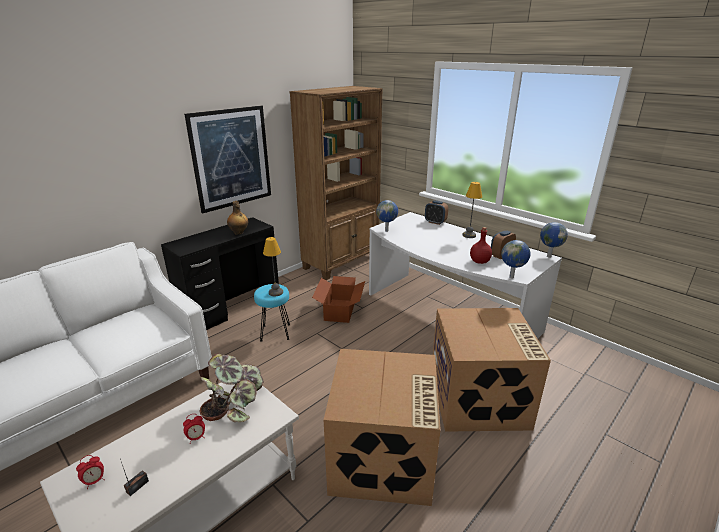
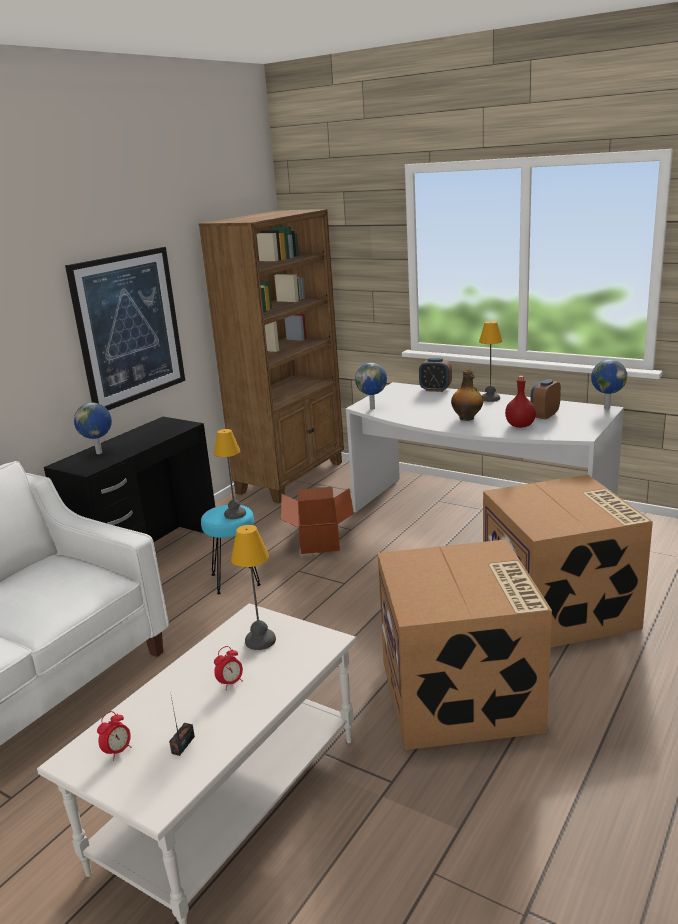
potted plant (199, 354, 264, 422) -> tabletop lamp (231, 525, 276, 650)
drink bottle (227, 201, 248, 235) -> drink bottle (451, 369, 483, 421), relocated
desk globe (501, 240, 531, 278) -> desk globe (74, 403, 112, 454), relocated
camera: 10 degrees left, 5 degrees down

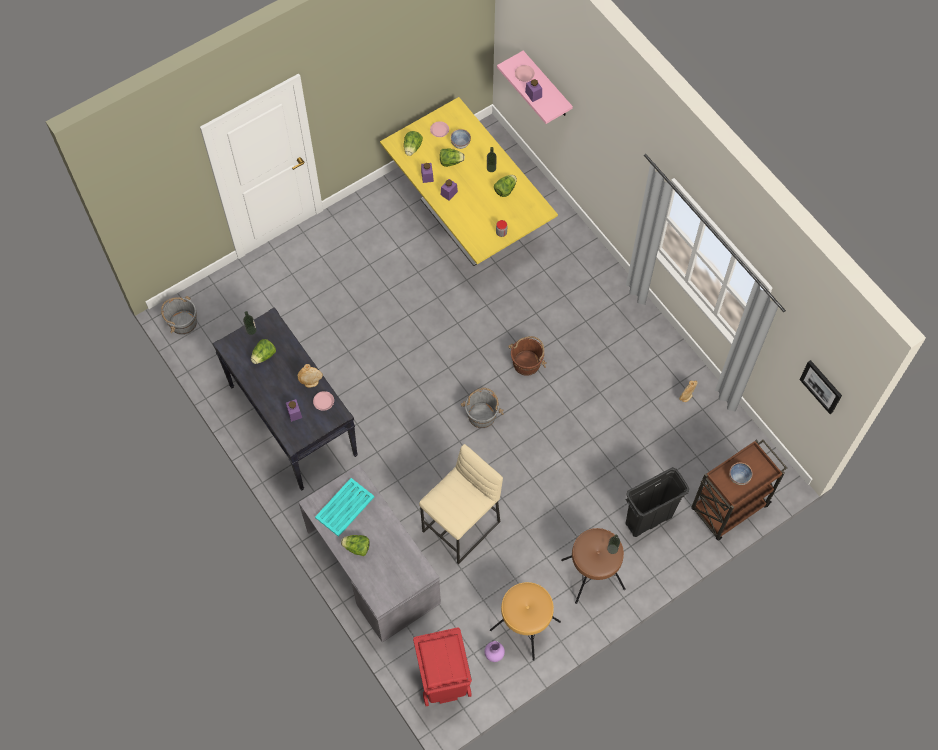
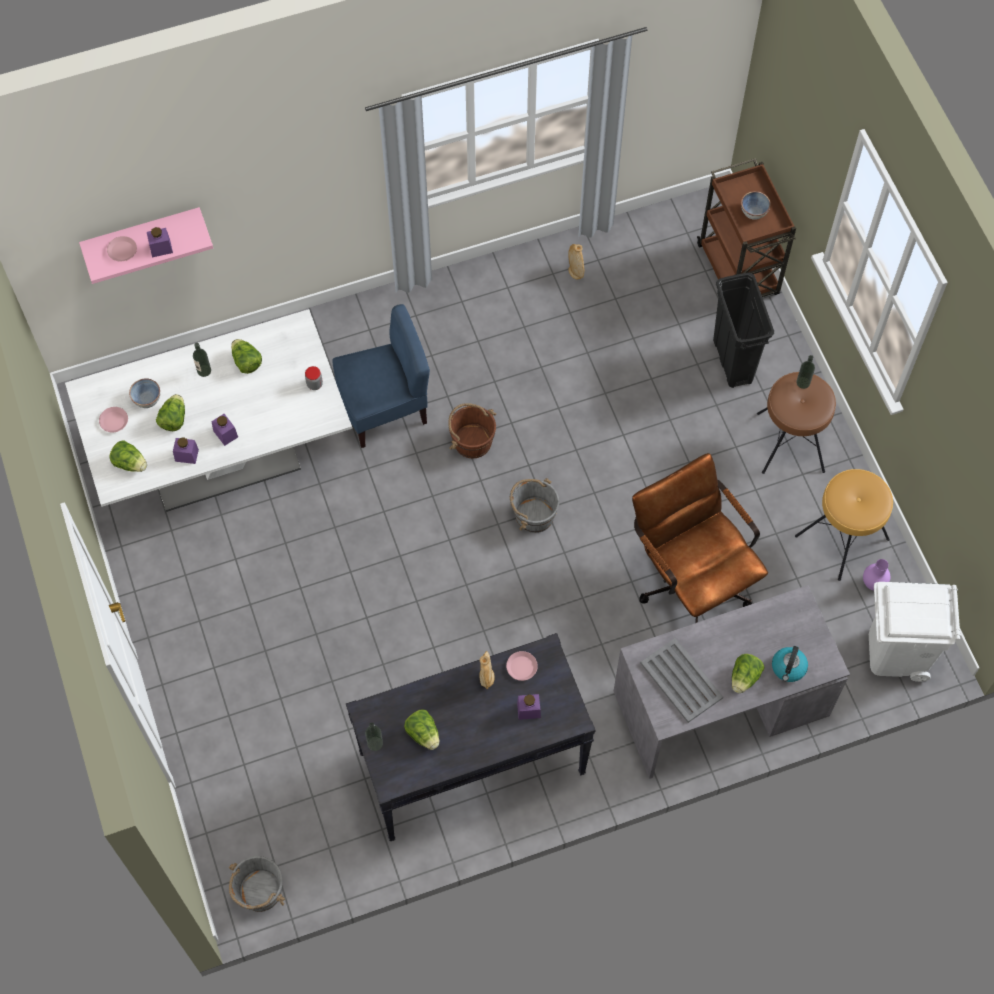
carrying tray (turquoise-coloured) (315, 478, 374, 537) -> carrying tray (greyish) (640, 638, 723, 723)
dining table (yellowish) (380, 97, 558, 266) -> dining table (white) (65, 309, 352, 512)
rubbish bin (red) (413, 627, 472, 706) -> rubbish bin (white) (869, 582, 961, 682)
sitting stool (sand-coloured) (419, 444, 503, 564) -> desk chair (brown-coloured) (632, 453, 768, 623)
wall art (799, 360, 842, 414) -> none
none -> upright chair (blue-coloured) (332, 304, 430, 448)
none -> tea kettle (772, 646, 808, 682)
camera: 75 degrees left, 0 degrees up

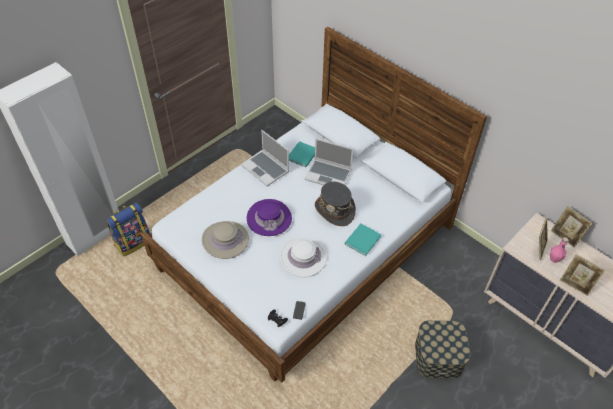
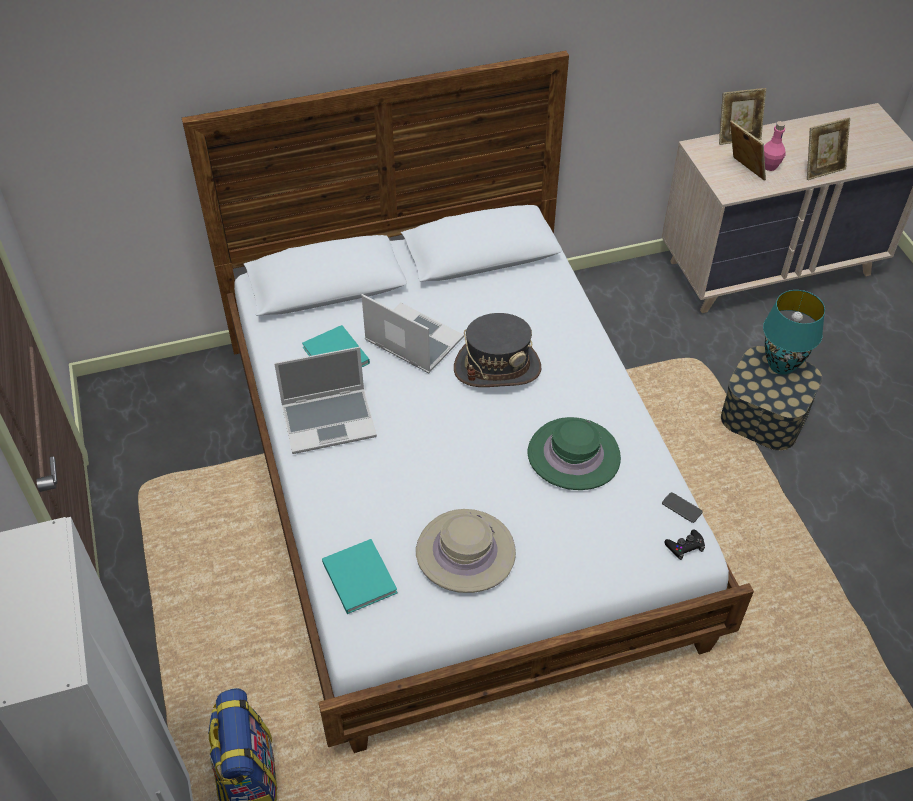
hat (purple-coloured) (247, 199, 292, 236) -> none
hat (white) (279, 238, 327, 277) -> hat (green-coloured) (527, 417, 621, 490)
laptop (305, 138, 353, 185) -> laptop (362, 294, 464, 373), 105 degrees counterclockwise
bound book (turquoise-coloured) (345, 223, 381, 256) -> bound book (turquoise-coloured) (322, 539, 397, 614), relocated
none -> tabletop lamp (turquoise-coloured) (763, 290, 825, 375)
camera: 60 degrees left, 0 degrees up

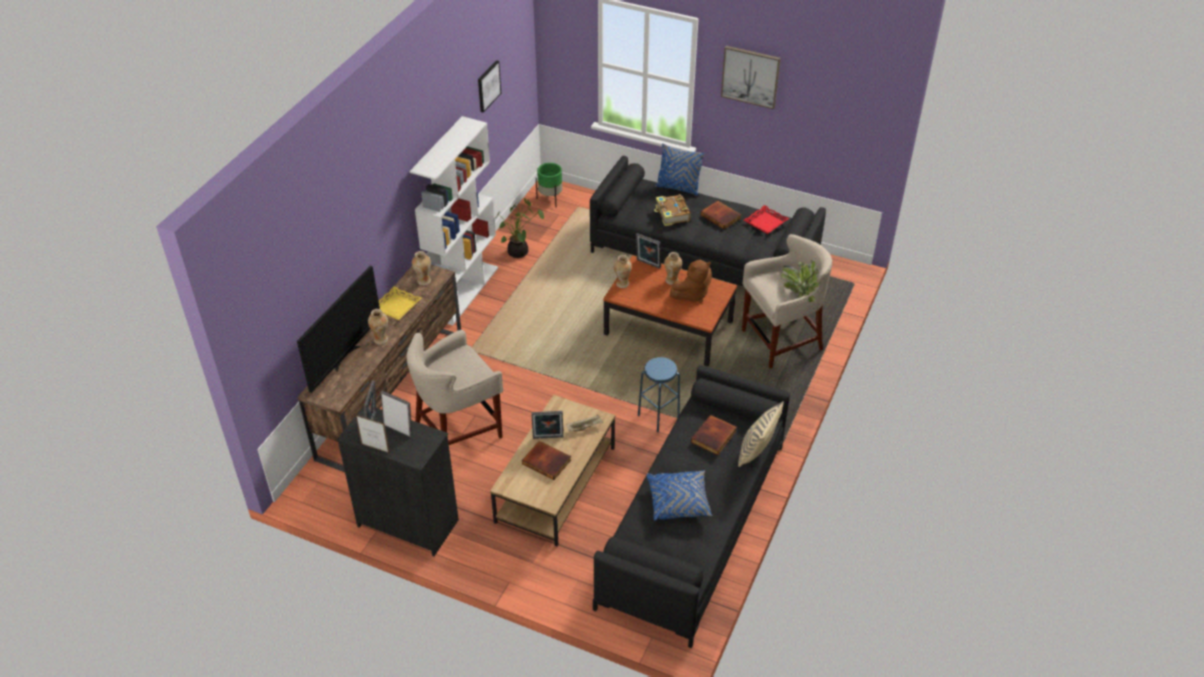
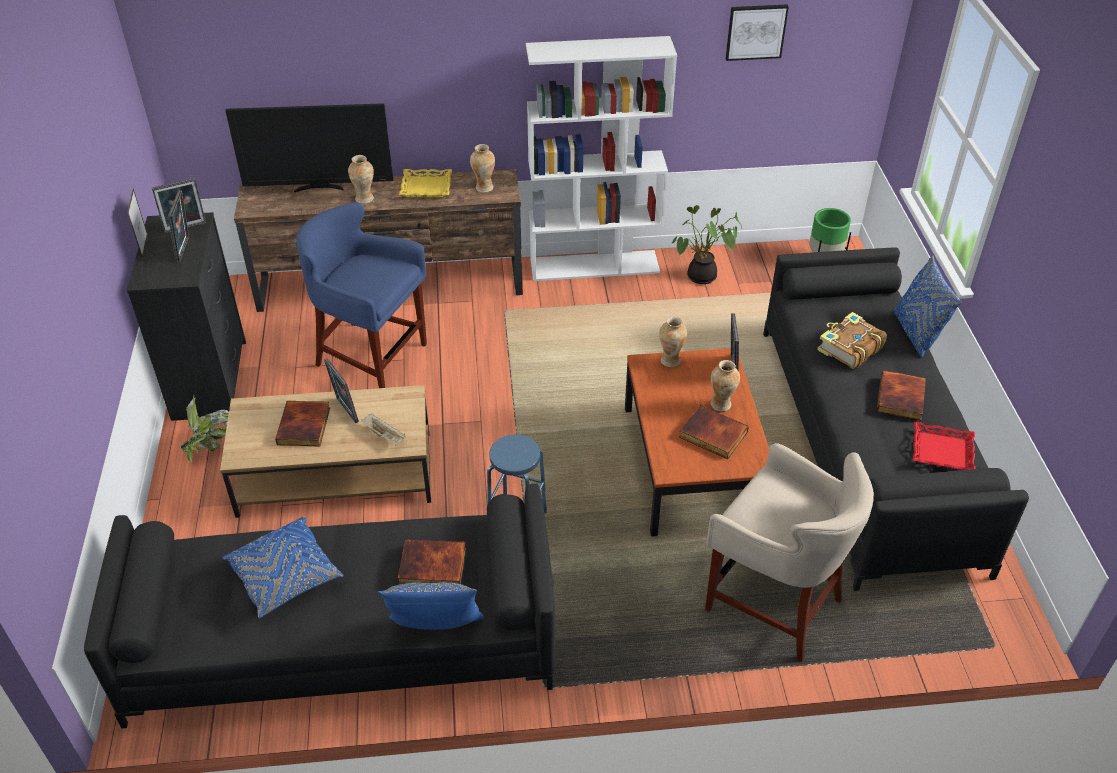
sitting stool (sand-coloured) (406, 330, 503, 445) -> sitting stool (blue-coloured) (296, 202, 427, 388)
cuddly toy (brown-coloured) (670, 259, 712, 303) -> bound book (679, 405, 749, 459)
wall art (721, 46, 781, 109) -> none
cushion (sand-coloured) (738, 401, 784, 467) -> cushion (blue-coloured) (378, 582, 484, 630)
potted plant (781, 260, 819, 302) -> potted plant (181, 395, 229, 464), relocated
camera: 60 degrees right, 0 degrees up

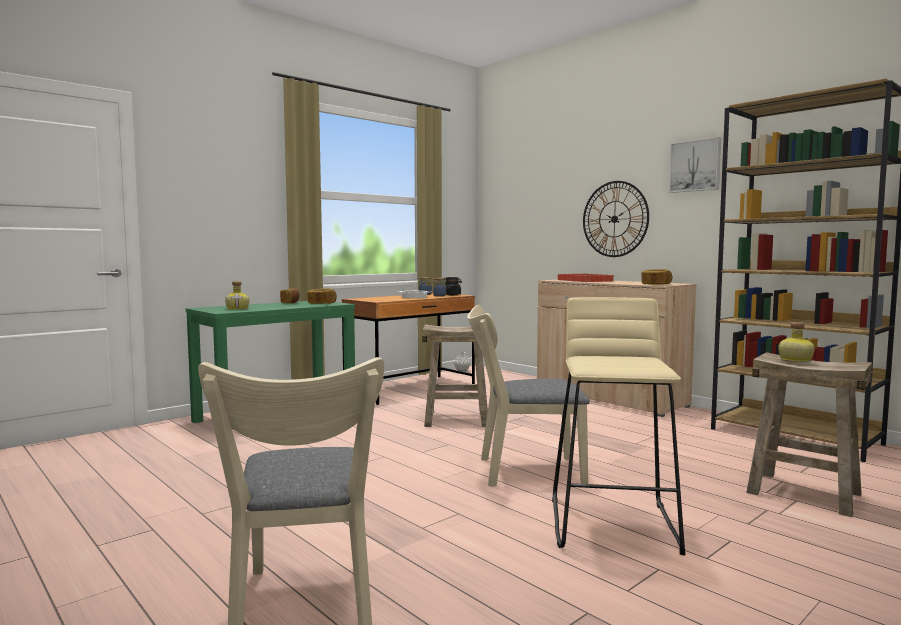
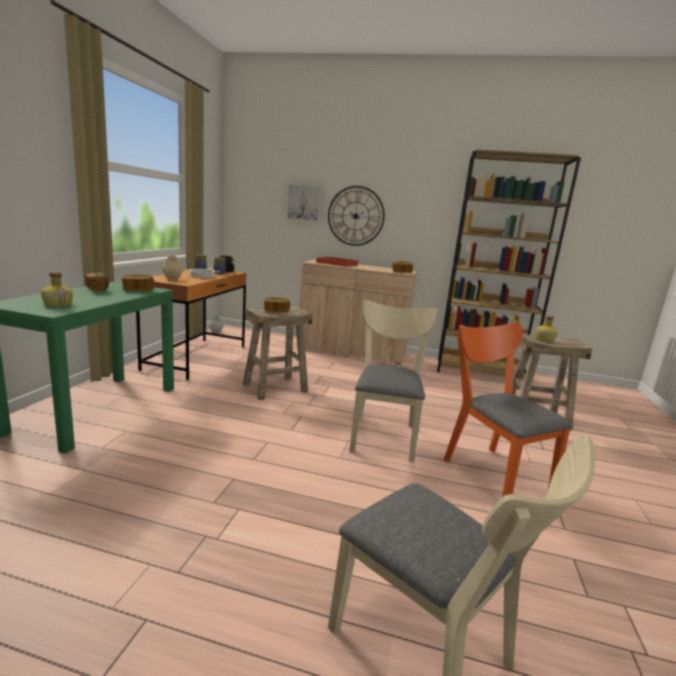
upright chair (sand-coloured) (467, 305, 590, 487) -> upright chair (sand-coloured) (349, 300, 438, 462), 135 degrees clockwise
sitting stool (sand-coloured) (552, 297, 685, 556) -> upright chair (orangey) (444, 323, 573, 497)
wall art (669, 137, 721, 193) -> wall art (286, 185, 321, 222), relocated
none -> vase (sand-coloured) (162, 256, 183, 280)
none -> bakery bread (264, 297, 290, 313)
camera: 35 degrees left, 10 degrees up

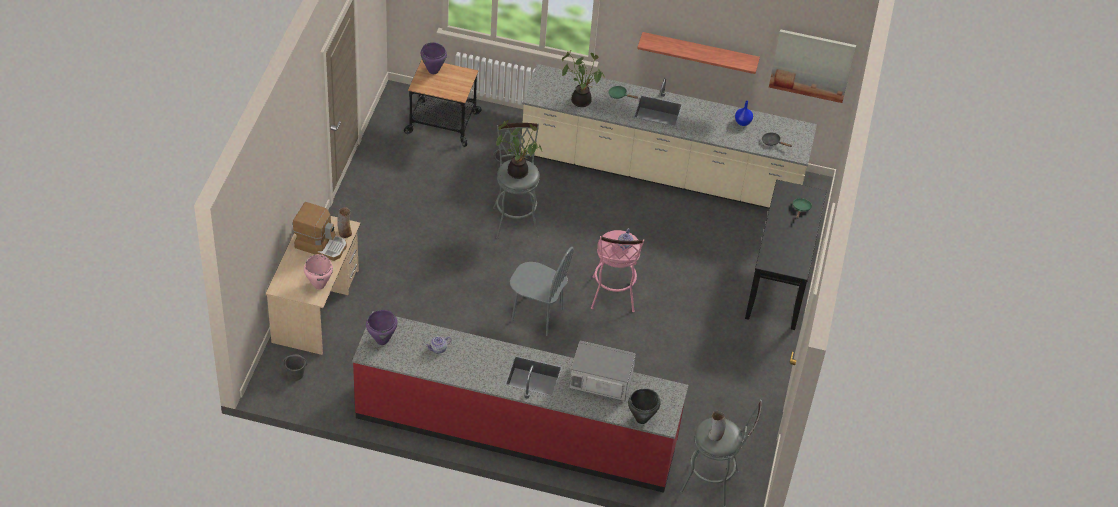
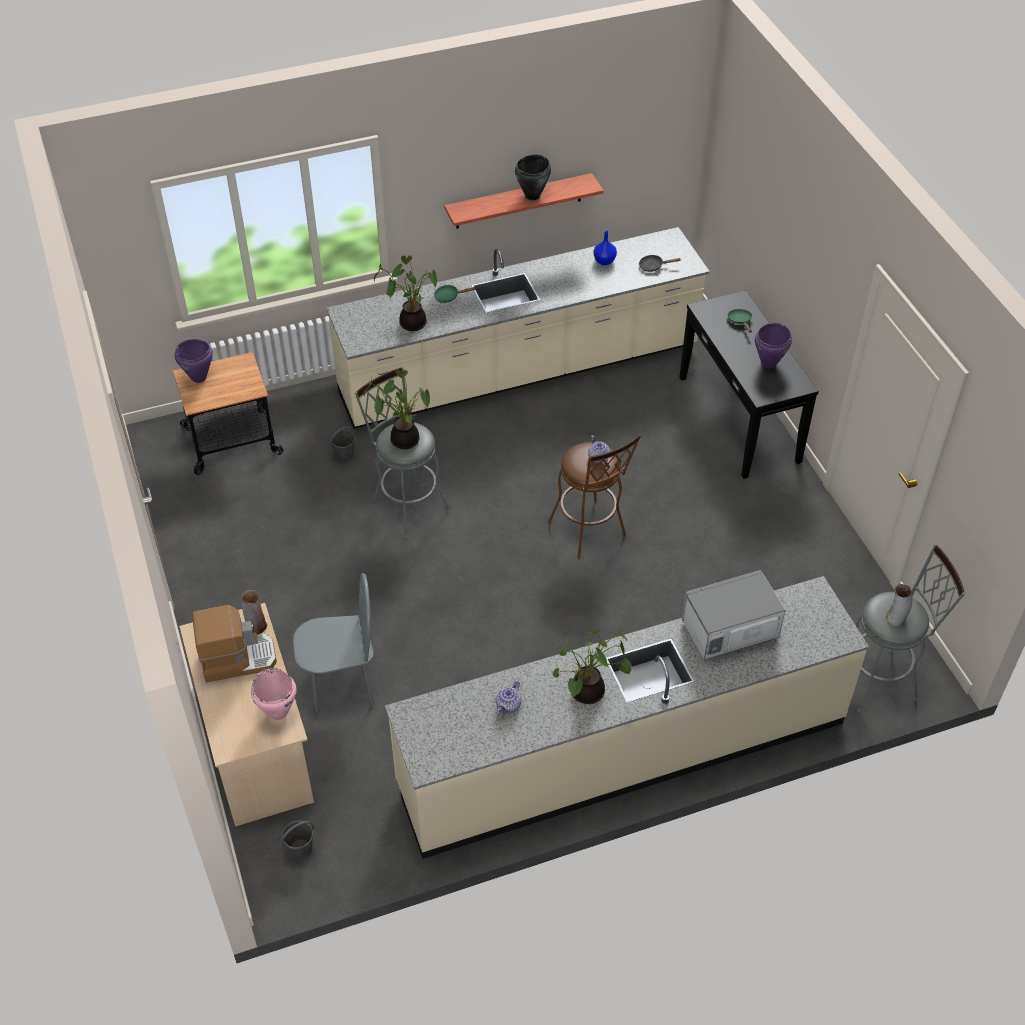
kitchen base unit (red) (352, 311, 688, 493) -> kitchen base unit (sand-coloured) (385, 576, 869, 859)
stockpot (purple-coloured) (366, 310, 397, 345) -> stockpot (purple-coloured) (755, 323, 792, 368), relocated
upright chair (greyish) (510, 247, 574, 336) -> upright chair (greyish) (293, 573, 374, 713), relocated
sitting stool (pink-coloured) (591, 230, 644, 312) -> sitting stool (brown-coloured) (548, 434, 641, 560)
stockpot (blackish) (628, 389, 660, 424) -> stockpot (blackish) (515, 154, 551, 200), relocated
wall art (769, 29, 856, 103) -> none
none -> potted plant (552, 627, 632, 704)
camera: 30 degrees left, 0 degrees up

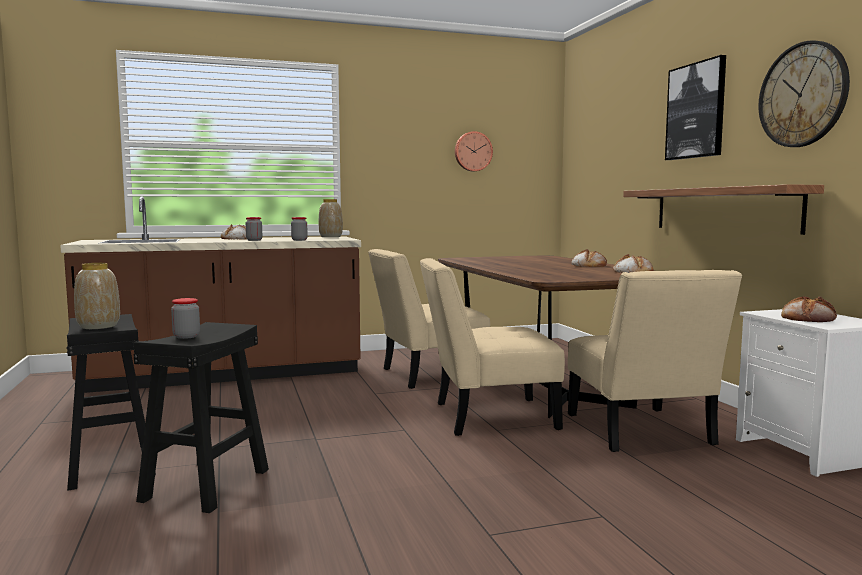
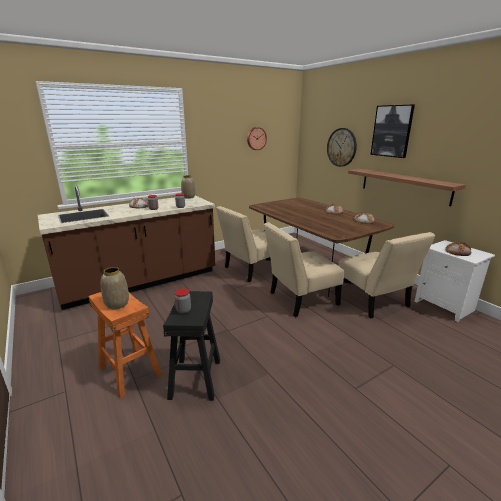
sitting stool (blackish) (66, 314, 156, 491) -> sitting stool (orangey) (89, 292, 162, 398)
wall clock (758, 40, 850, 147) -> wall clock (327, 128, 357, 167), relocated
camera: 15 degrees left, 15 degrees up

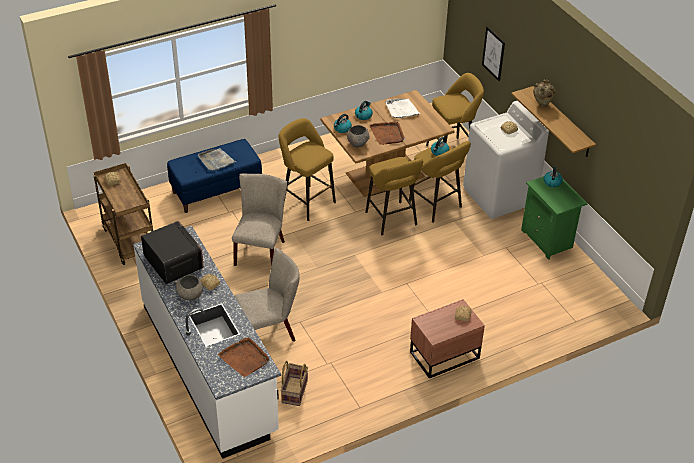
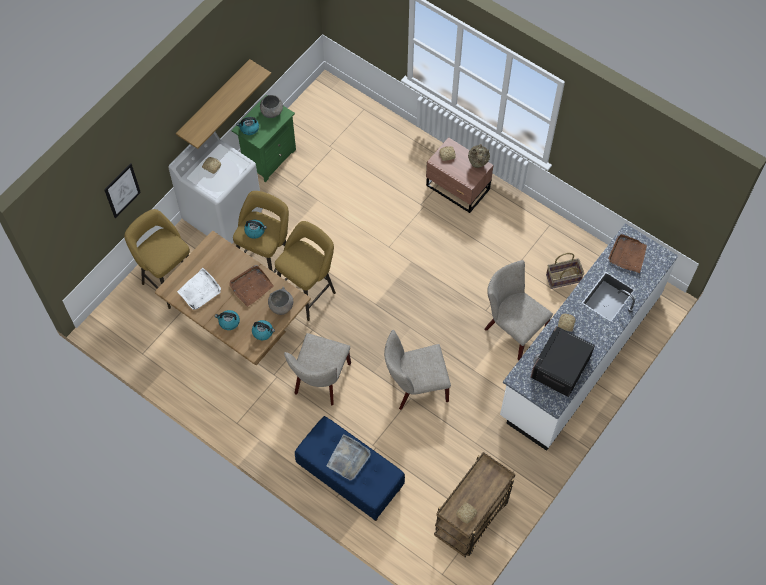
serving bowl (greyish) (175, 275, 203, 301) -> serving bowl (greyish) (260, 95, 283, 118), relocated
sitting stool (yellowish) (279, 118, 336, 221) -> upright chair (sand-coloured) (284, 333, 351, 406)
vase (sand-coloured) (533, 79, 555, 107) -> vase (sand-coloured) (468, 144, 490, 168), relocated
camera: 115 degrees left, 20 degrees up

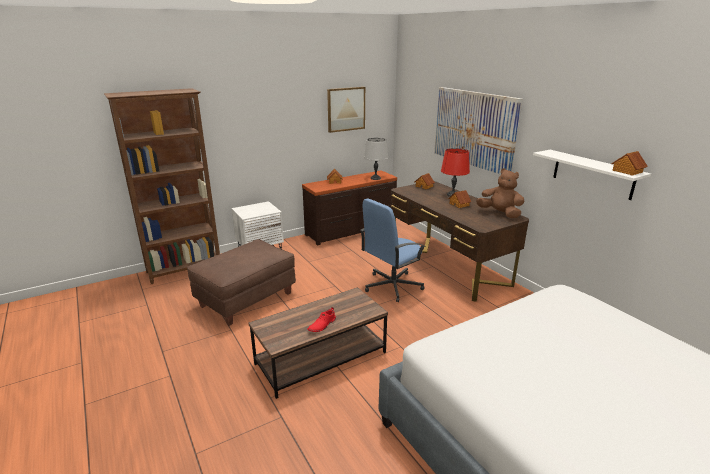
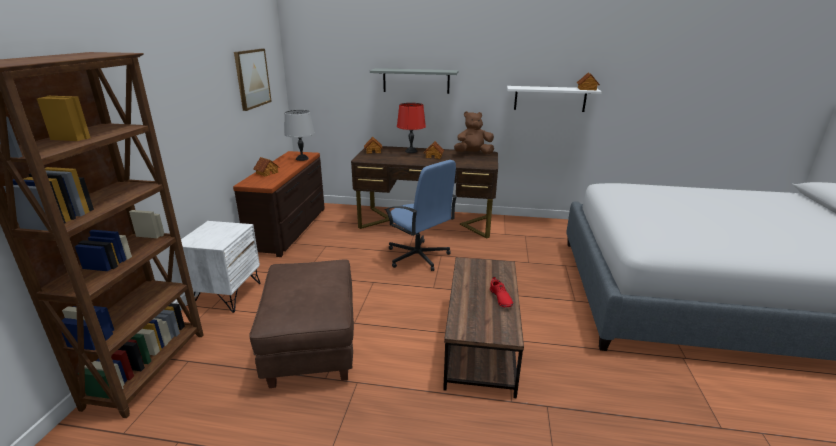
desk chair (blue-coloured) (360, 199, 426, 302) -> desk chair (blue-coloured) (384, 160, 457, 271), 45 degrees counterclockwise
wall art (434, 87, 523, 175) -> shelf (greyish) (370, 68, 459, 94)
camera: 50 degrees left, 0 degrees up

